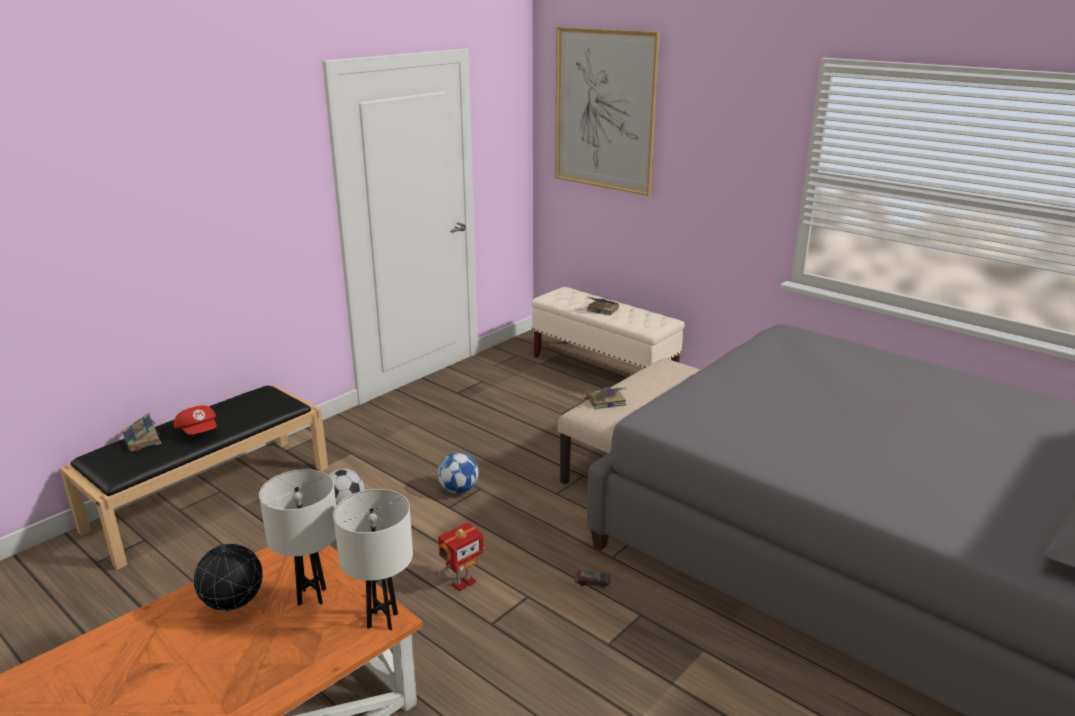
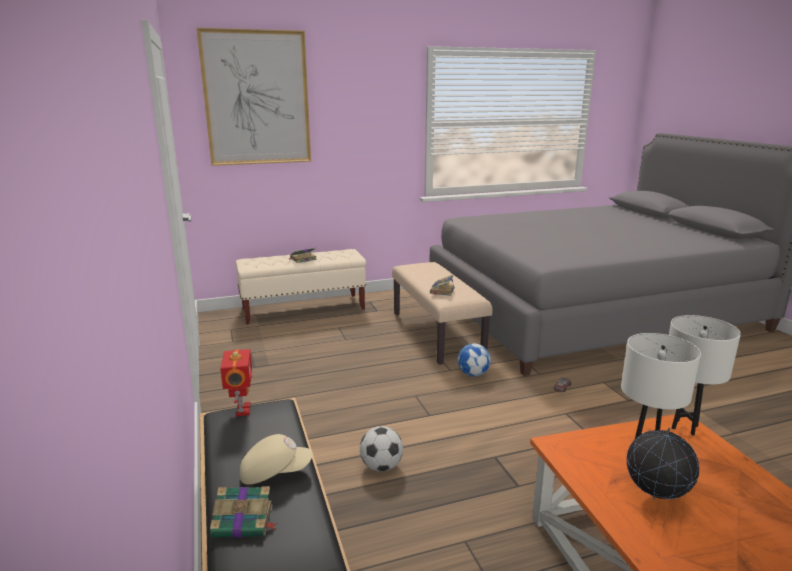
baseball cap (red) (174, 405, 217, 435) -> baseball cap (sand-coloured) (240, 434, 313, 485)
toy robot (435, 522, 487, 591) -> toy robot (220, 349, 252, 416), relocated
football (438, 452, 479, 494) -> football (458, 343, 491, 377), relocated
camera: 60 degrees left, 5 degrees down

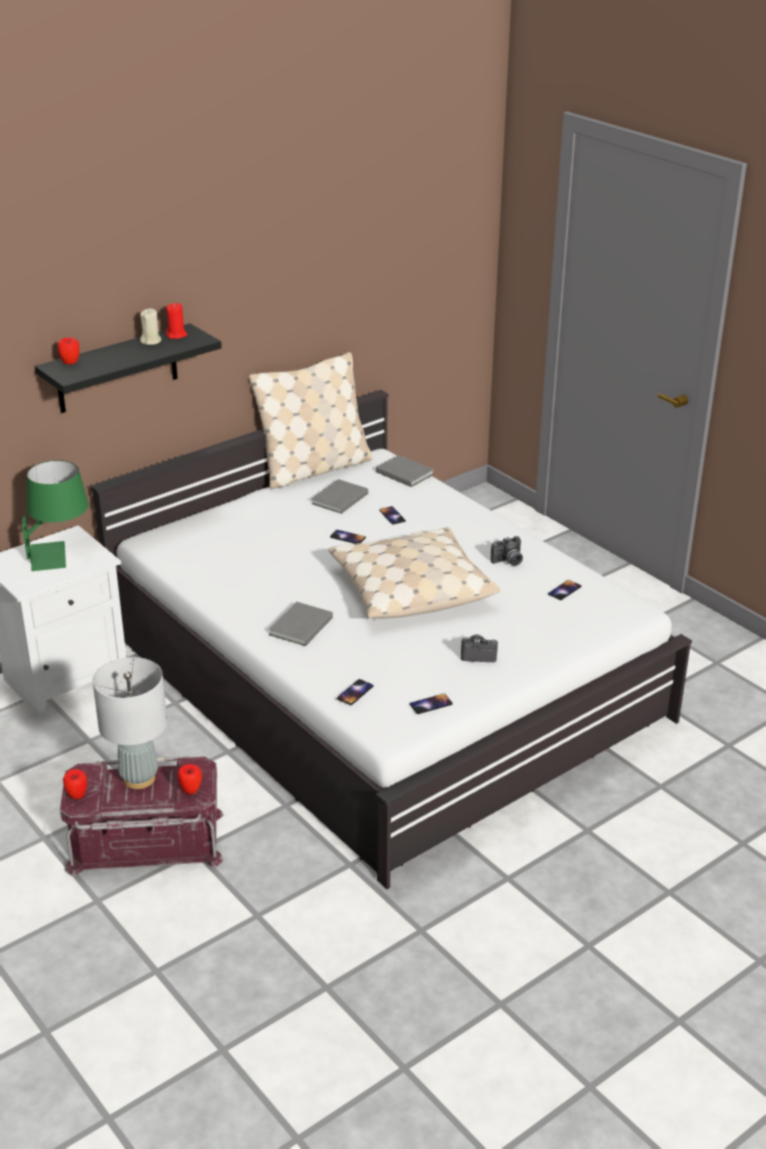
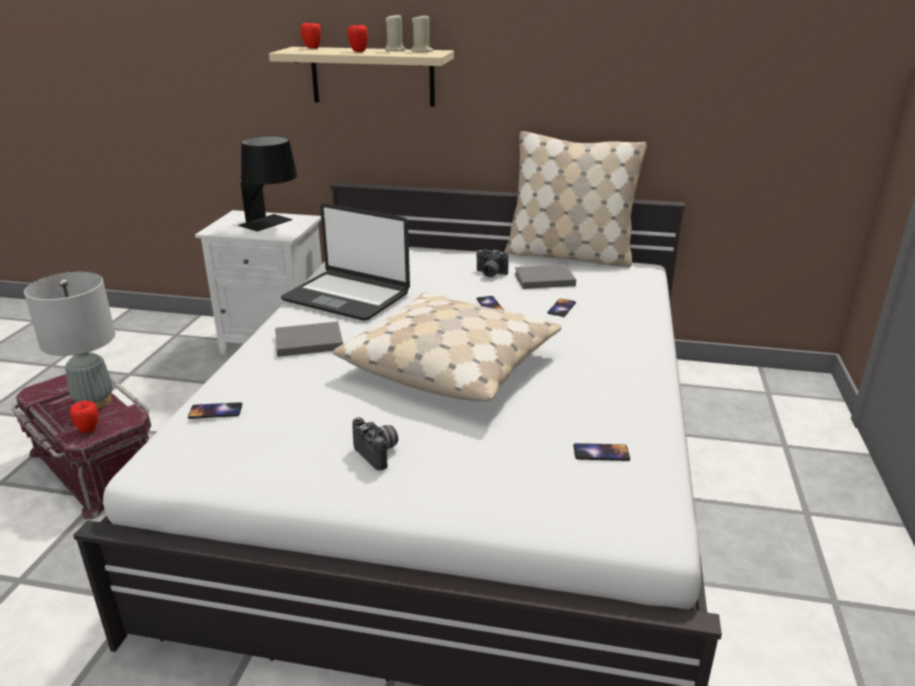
tabletop lamp (green-coloured) (22, 460, 89, 571) -> tabletop lamp (blackish) (238, 136, 297, 231)
shelf (blackish) (35, 324, 222, 413) -> shelf (sand-coloured) (269, 47, 454, 107)
whole apple (63, 769, 87, 799) -> whole apple (347, 25, 368, 52), relocated
wax light (red) (166, 303, 187, 339) -> wax light (sand-coloured) (411, 16, 433, 52)
bound book (greyish) (376, 455, 434, 487) -> none
handset (410, 694, 453, 714) -> none
photo camera (491, 536, 523, 566) -> photo camera (477, 249, 509, 277), relocated
none -> laptop (281, 203, 410, 321)
camera: 50 degrees right, 5 degrees down

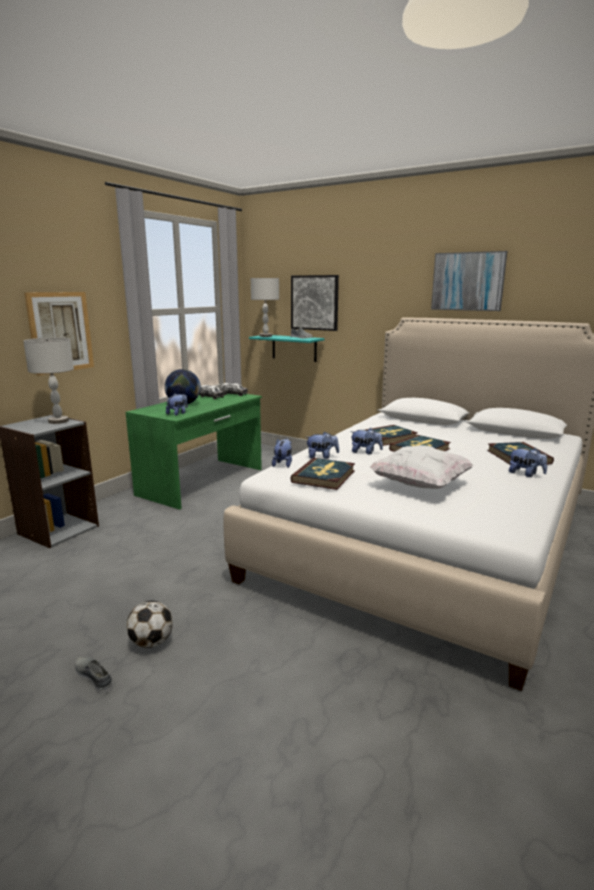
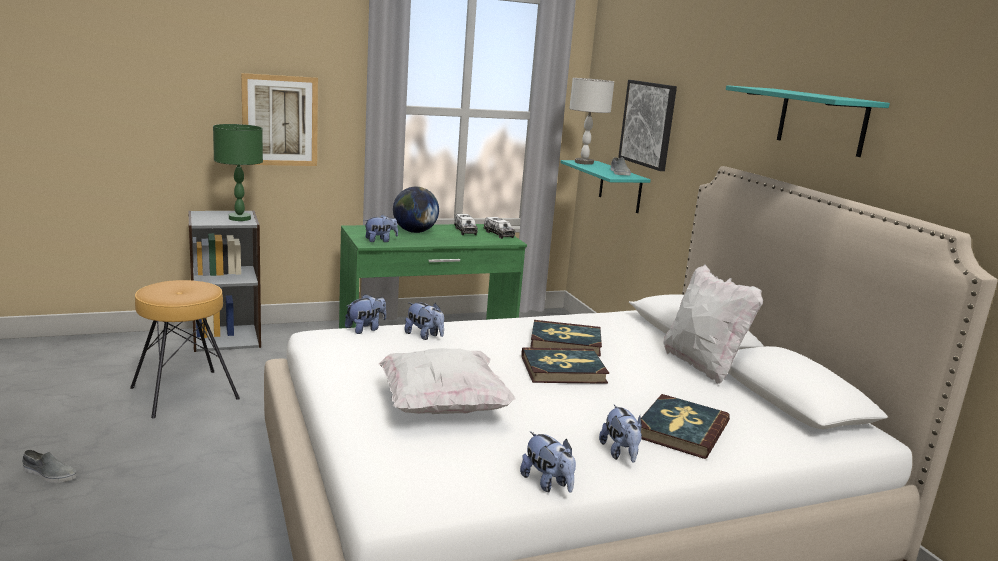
tabletop lamp (greyish) (23, 338, 74, 424) -> tabletop lamp (green-coloured) (213, 124, 263, 221)
low shoe (greyish) (75, 657, 113, 693) -> low shoe (greyish) (22, 450, 77, 483), 120 degrees clockwise
football (127, 601, 173, 648) -> none
bound book (290, 458, 355, 490) -> none
cuddly toy (350, 428, 383, 454) -> cuddly toy (520, 431, 576, 493), relocated
wall art (431, 251, 507, 311) -> shelf (turquoise-coloured) (726, 85, 890, 157)
none -> sitting stool (brown-coloured) (130, 280, 240, 418)
none -> cushion (white) (663, 264, 763, 384)
camera: 35 degrees right, 0 degrees up

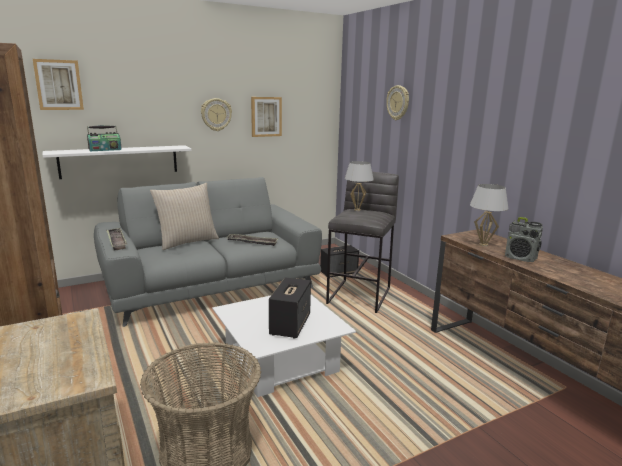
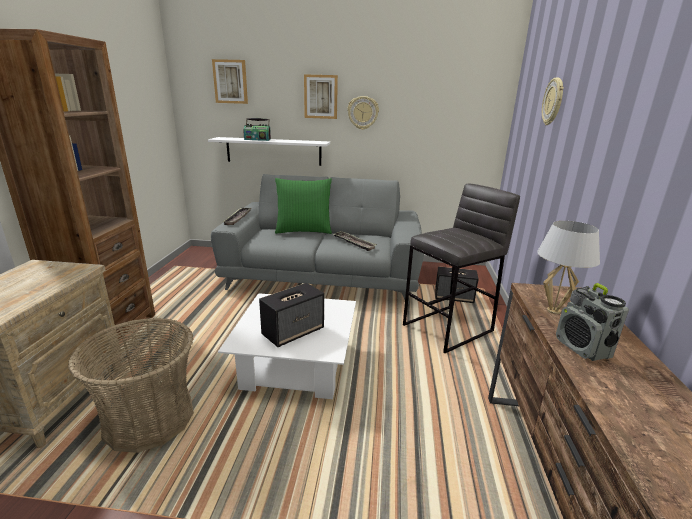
cushion (sand-coloured) (150, 183, 219, 250) -> cushion (green-coloured) (275, 178, 332, 234)
wall art (251, 97, 282, 137) -> wall art (304, 74, 338, 119), relocated
tabletop lamp (white) (345, 161, 374, 211) -> none
camera: 35 degrees right, 5 degrees up

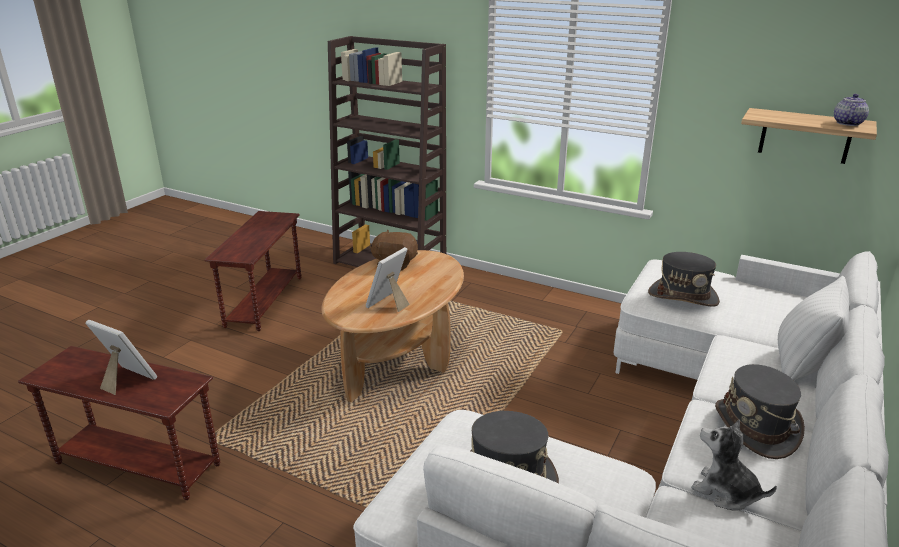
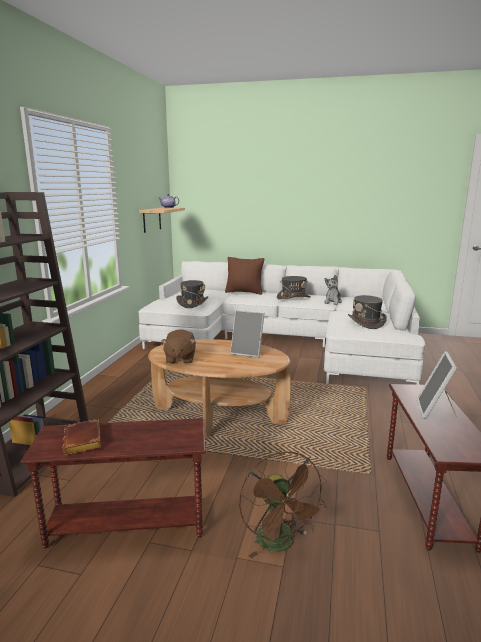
cushion (white) (778, 276, 850, 380) -> cushion (brown-coloured) (225, 257, 264, 295)
none -> bound book (brown-coloured) (63, 419, 101, 455)
none -> electric fan (brown-coloured) (239, 452, 327, 559)
camera: 105 degrees left, 10 degrees down

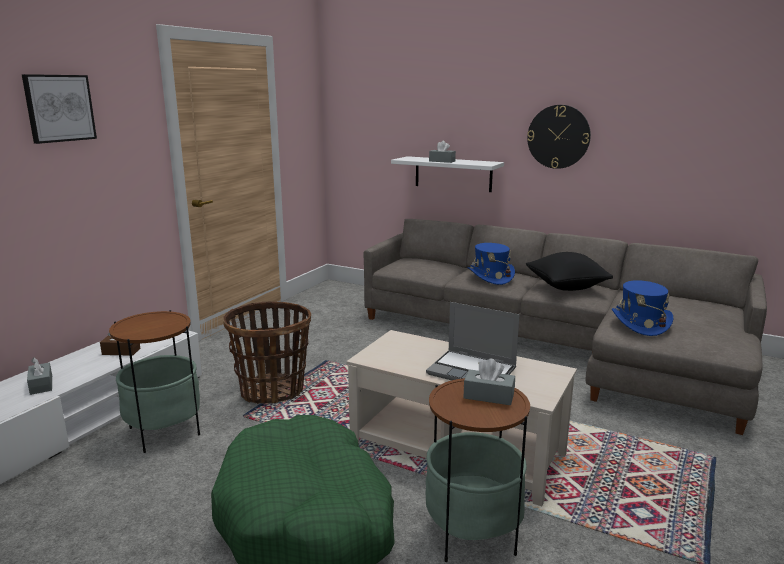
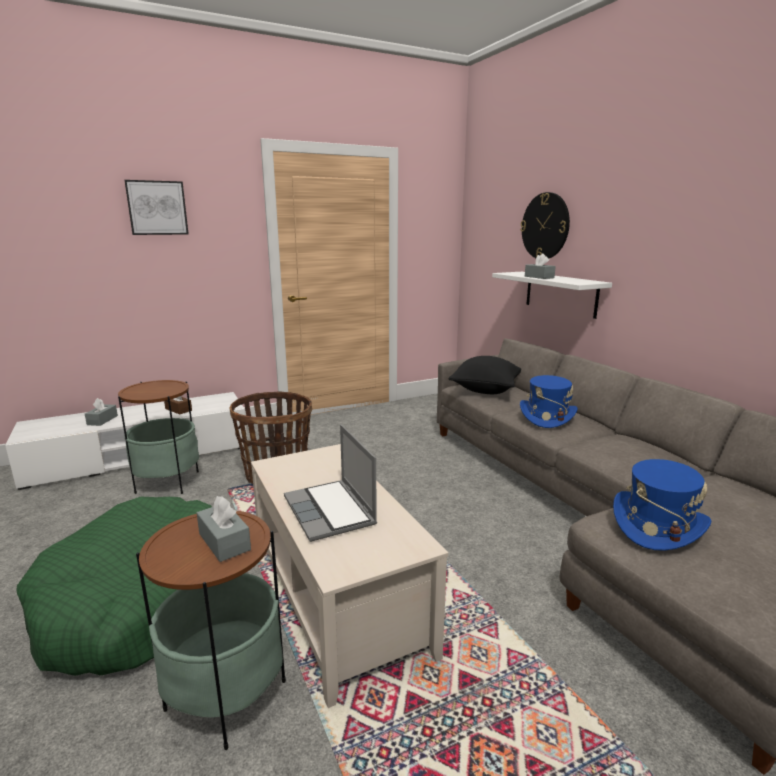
cushion (blackish) (526, 252, 613, 291) -> cushion (blackish) (449, 356, 521, 394), relocated
wall clock (527, 105, 591, 169) -> wall clock (520, 192, 570, 258), relocated
camera: 35 degrees right, 0 degrees up

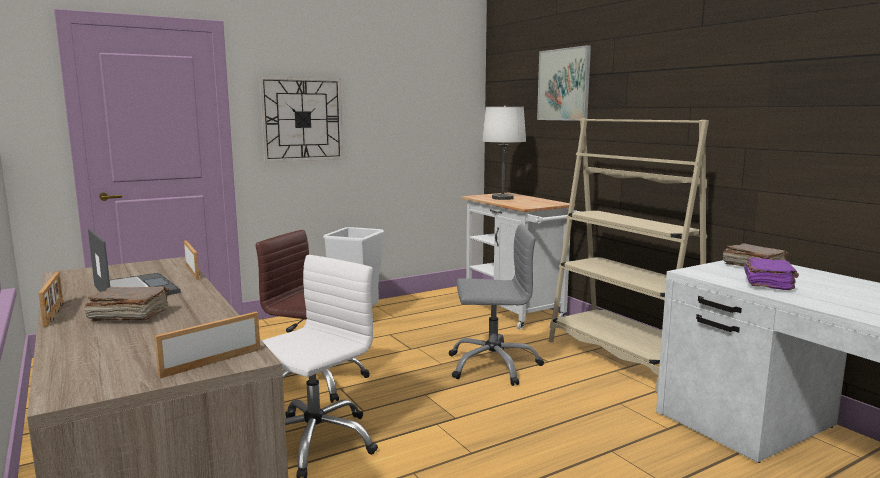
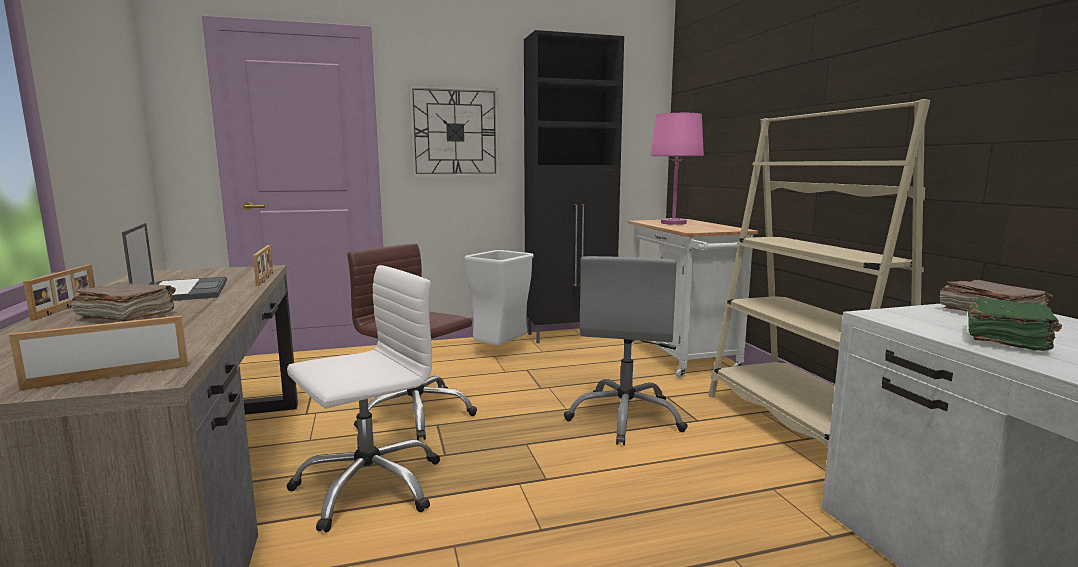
desk chair (greyish) (449, 224, 544, 386) -> desk chair (greyish) (564, 256, 688, 445), 90 degrees clockwise
tabletop lamp (white) (482, 106, 526, 200) -> tabletop lamp (pink-coloured) (650, 113, 704, 225)
wall art (537, 45, 591, 121) -> none
bound book (purple-coloured) (744, 257, 799, 290) -> bound book (green-coloured) (968, 297, 1062, 351)
none -> storage cabinet (blackish) (524, 30, 624, 343)
camera: 15 degrees right, 0 degrees up

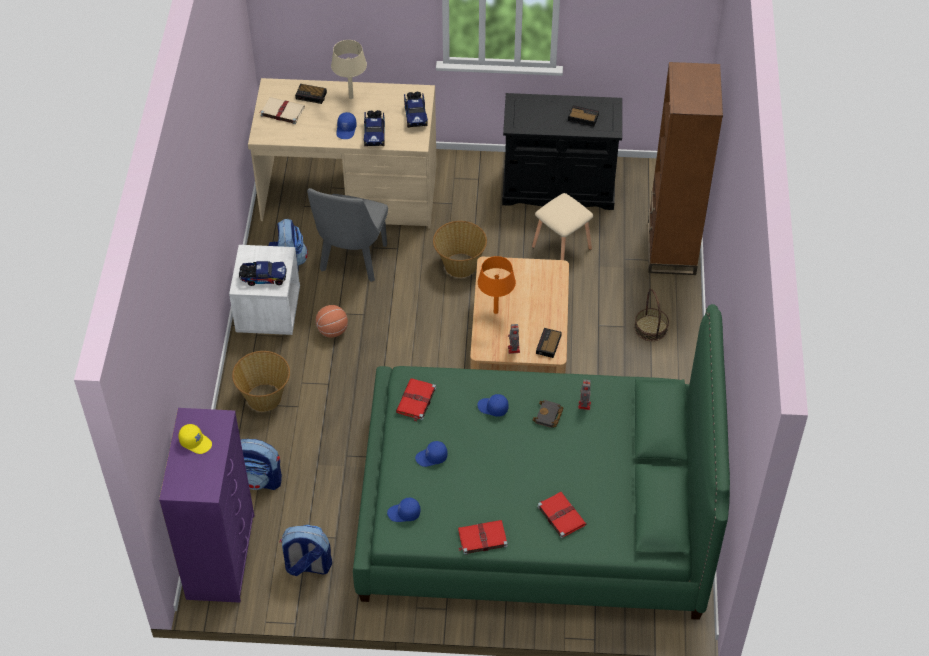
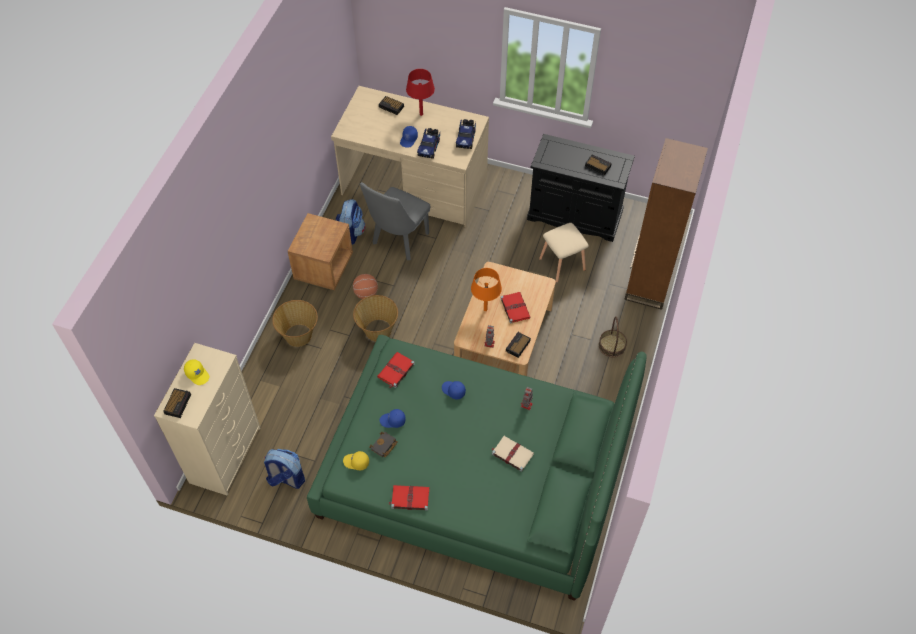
chest of drawers (purple-coloured) (159, 408, 255, 603) -> chest of drawers (sand-coloured) (154, 343, 261, 496)
night table (white) (229, 245, 300, 335) -> night table (brown-coloured) (288, 213, 353, 290)
toy lorry (239, 261, 286, 286) -> none
backpack (241, 439, 282, 490) -> none
bound book (sand-coloured) (260, 97, 305, 124) -> bound book (sand-coloured) (491, 436, 534, 472), relocated
tabletop lamp (sand-coloured) (331, 40, 367, 99) -> tabletop lamp (red) (406, 69, 435, 116)
baseball cap (blue-coloured) (387, 497, 420, 522) -> baseball cap (yellowish) (343, 451, 369, 470)
household basket (433, 221, 487, 278) -> household basket (353, 295, 398, 341), relocated
bound book (blackish) (533, 400, 563, 428) -> bound book (blackish) (369, 431, 398, 457), relocated
bound book (red) (537, 492, 586, 539) -> bound book (red) (500, 292, 531, 324), relocated
none -> table clock (163, 388, 191, 418)
camera: 15 degrees right, 5 degrees up

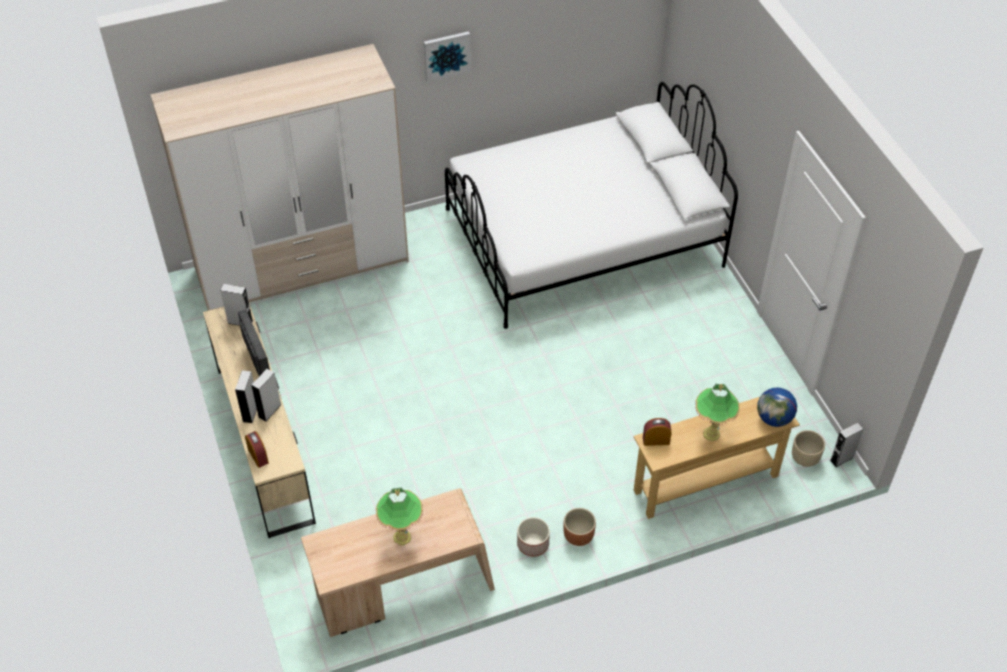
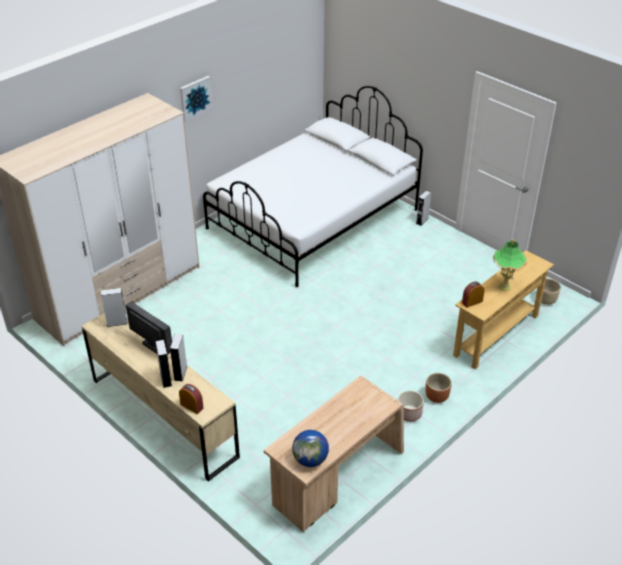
tabletop lamp (376, 488, 423, 545) -> none
desk globe (757, 387, 797, 427) -> desk globe (292, 430, 329, 467), relocated
loudspeaker (greyish) (830, 422, 864, 467) -> loudspeaker (greyish) (416, 191, 431, 226), relocated
camera: 25 degrees left, 10 degrees down

